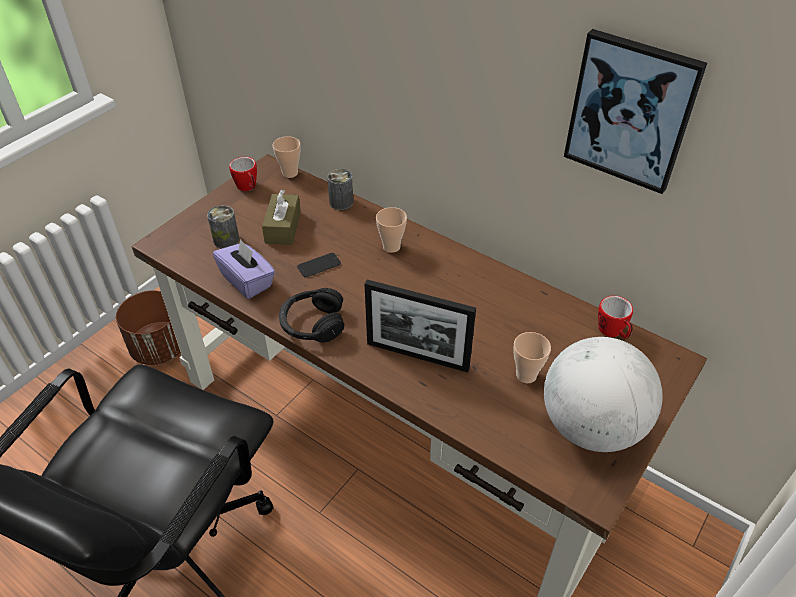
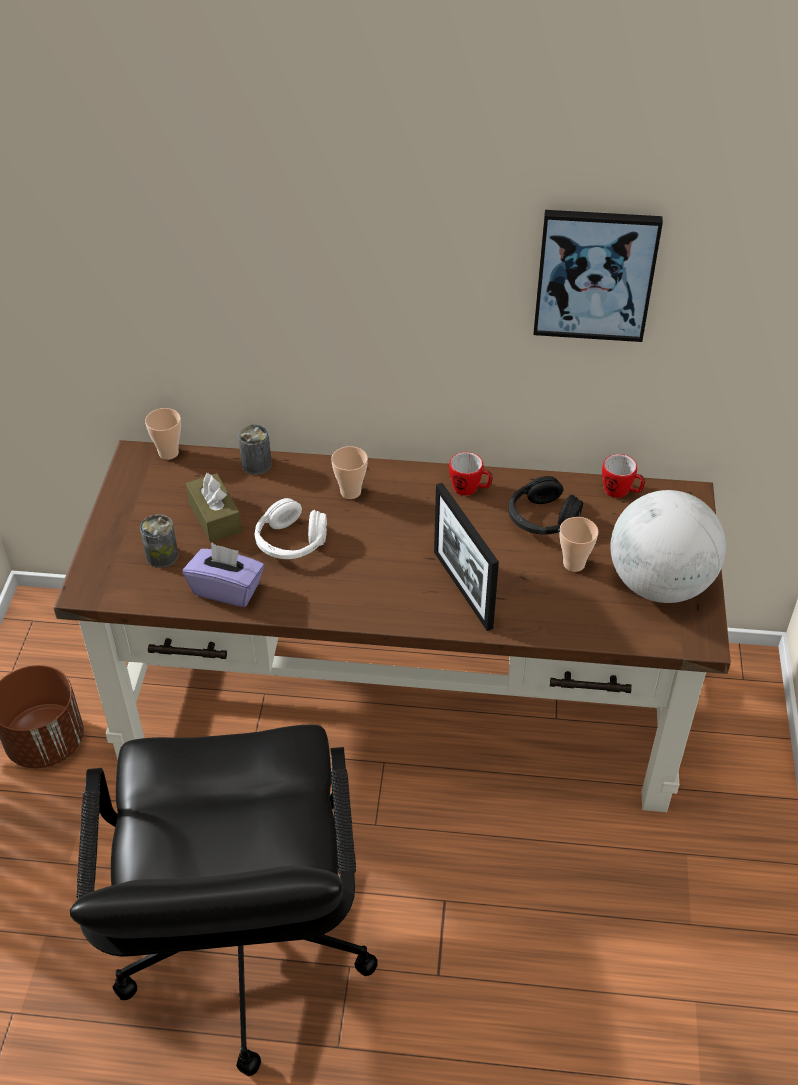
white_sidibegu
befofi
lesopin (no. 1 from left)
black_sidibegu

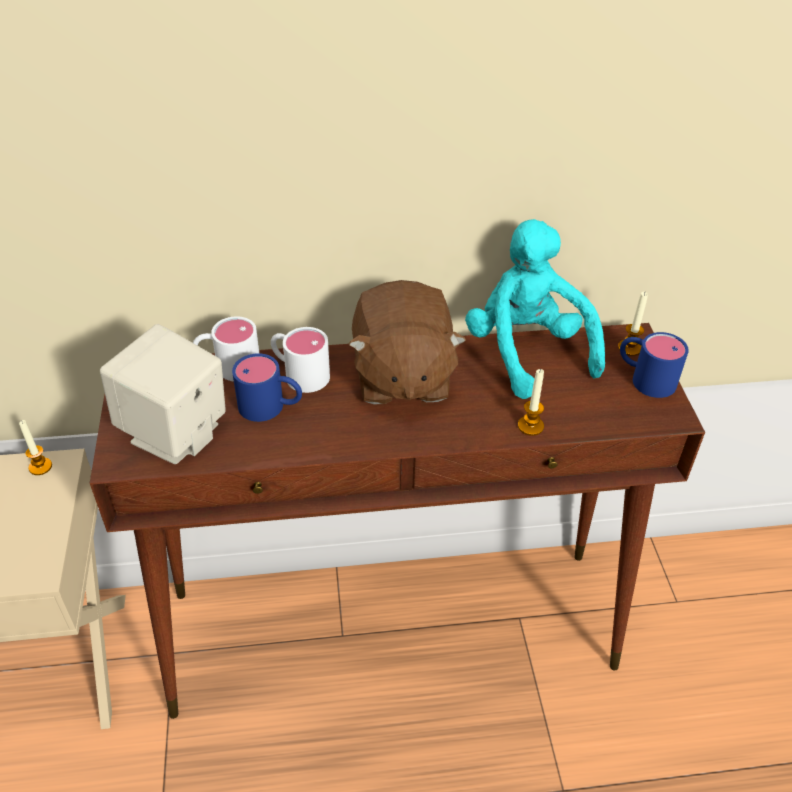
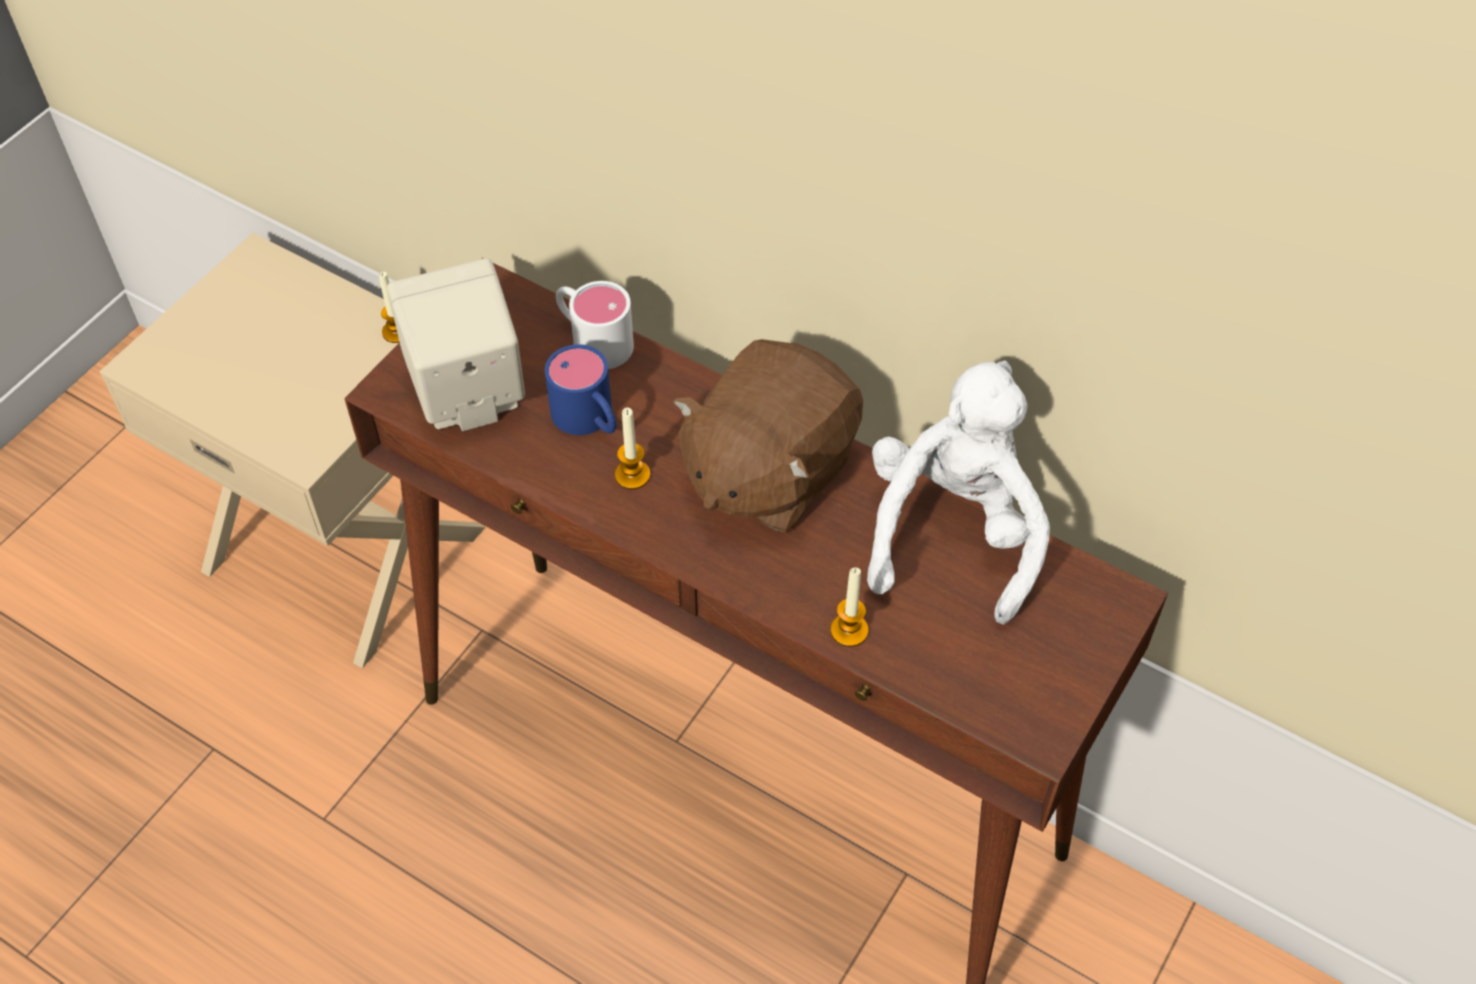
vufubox (no. 2 from left)
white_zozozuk
white_lesopin (no. 2 from left in the first image)
blue_lesopin (no. 2 from left in the first image)

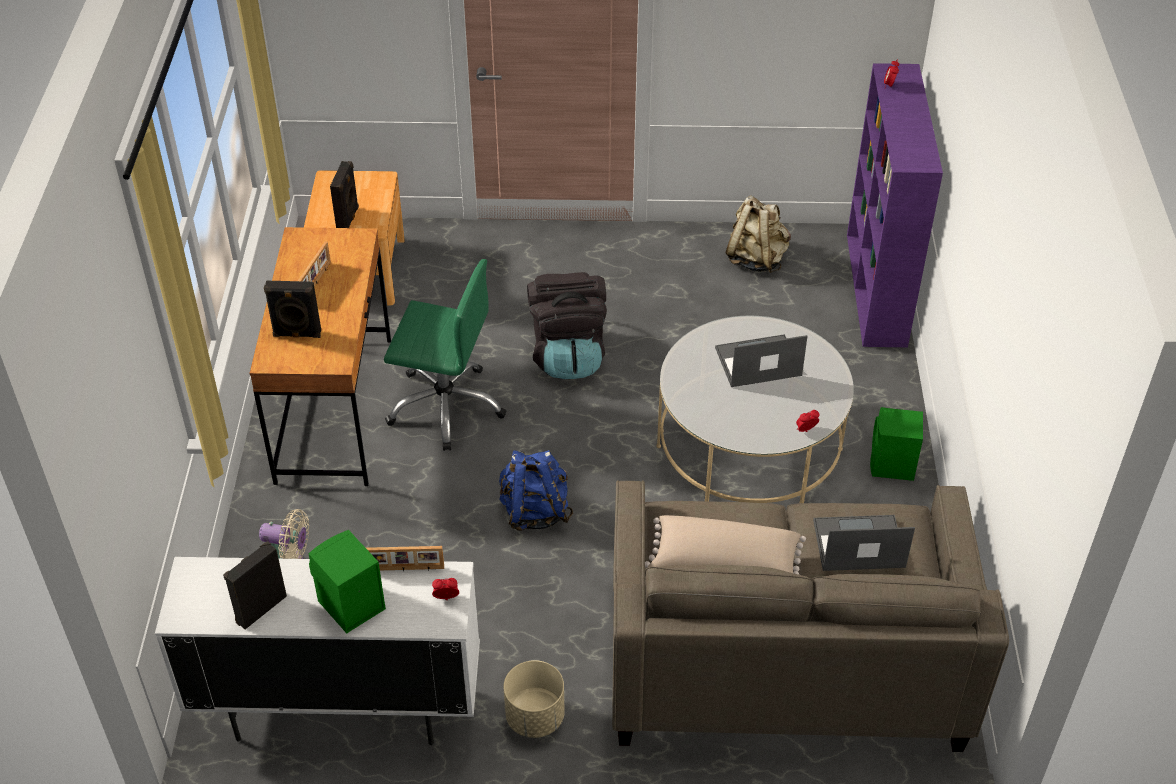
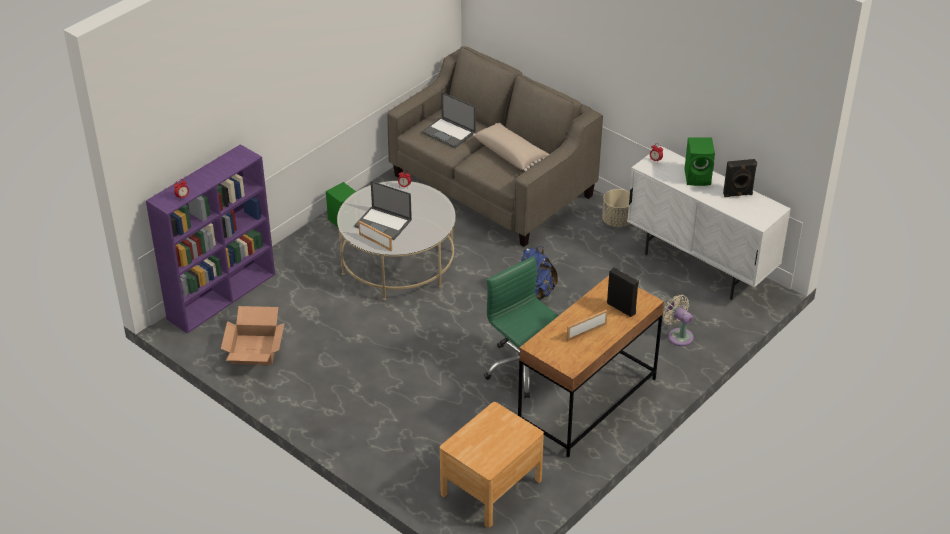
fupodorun
befofi (no. 1 from left)
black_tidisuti (no. 3 from left in the first image)
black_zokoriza

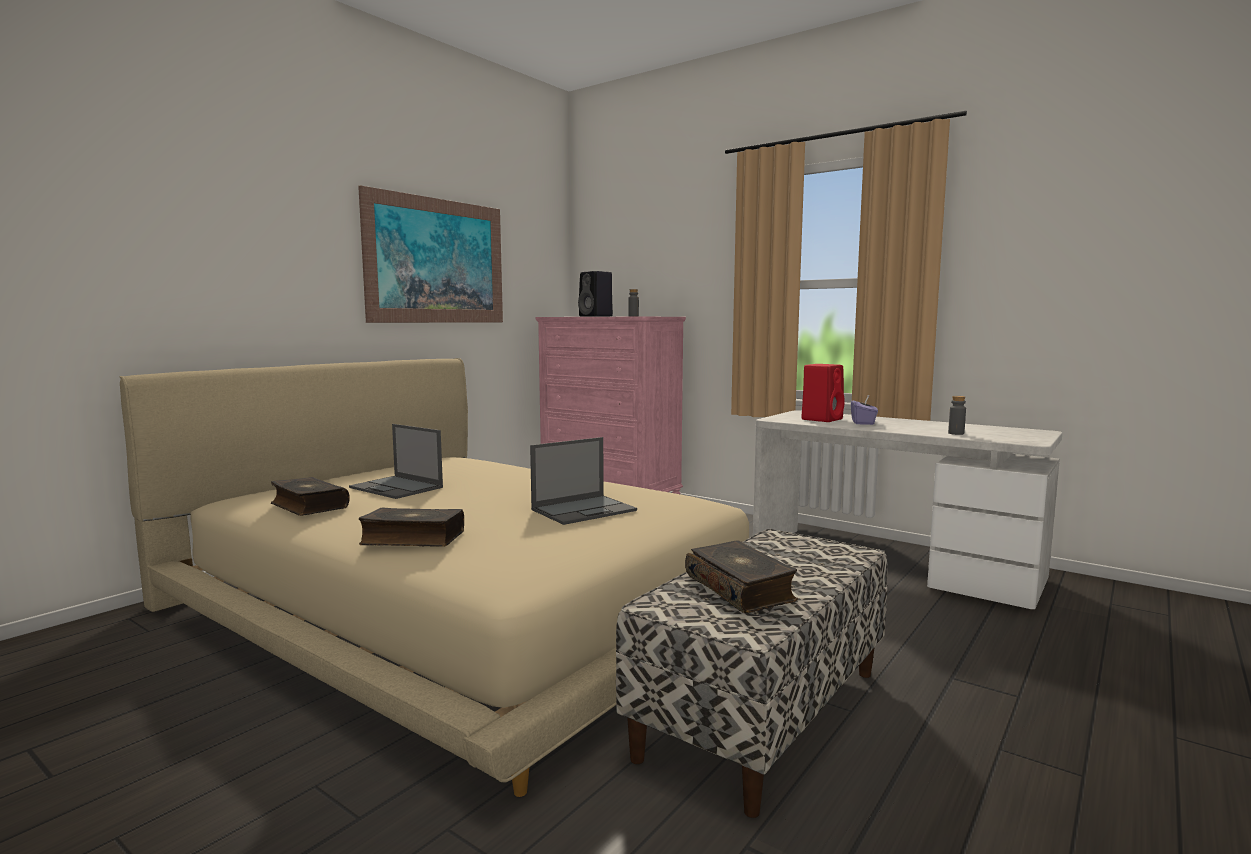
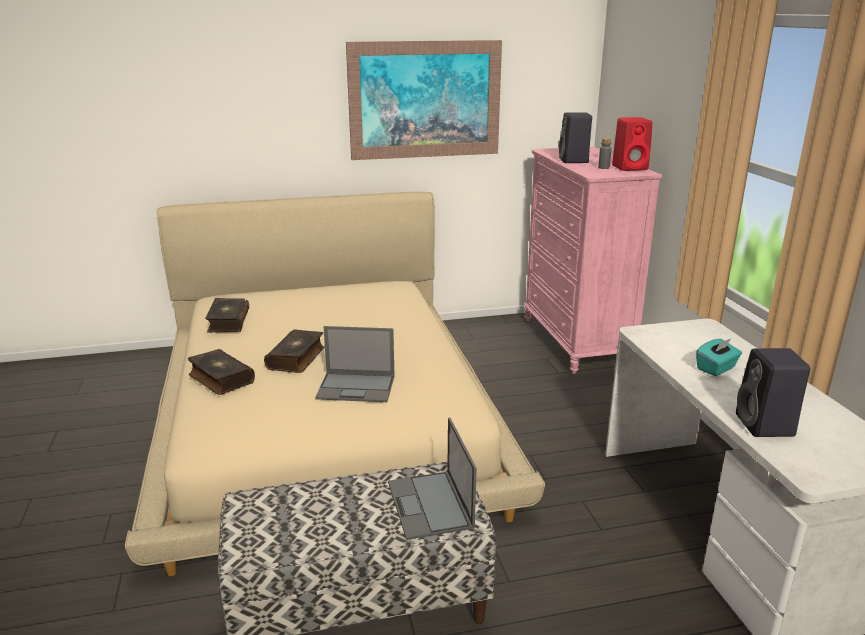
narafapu (no. 3 from left)
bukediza (no. 2 from left)
red_tidisuti
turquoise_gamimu
black_tidisuti (no. 2 from left)

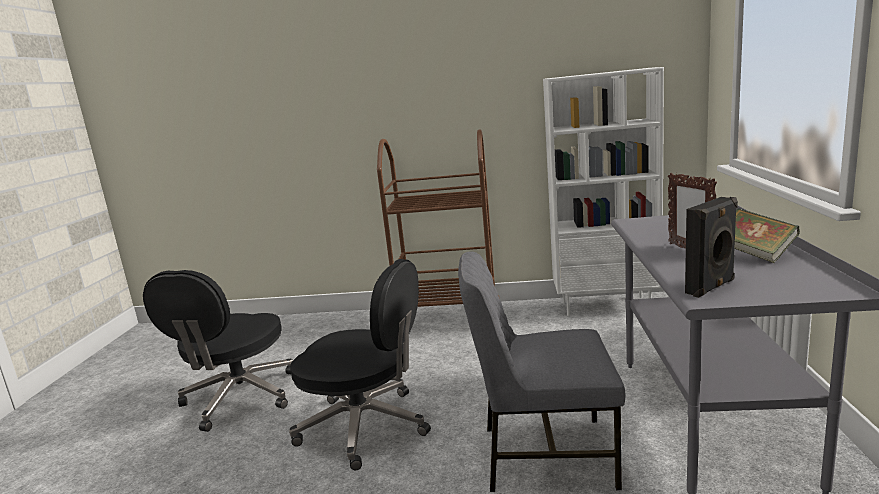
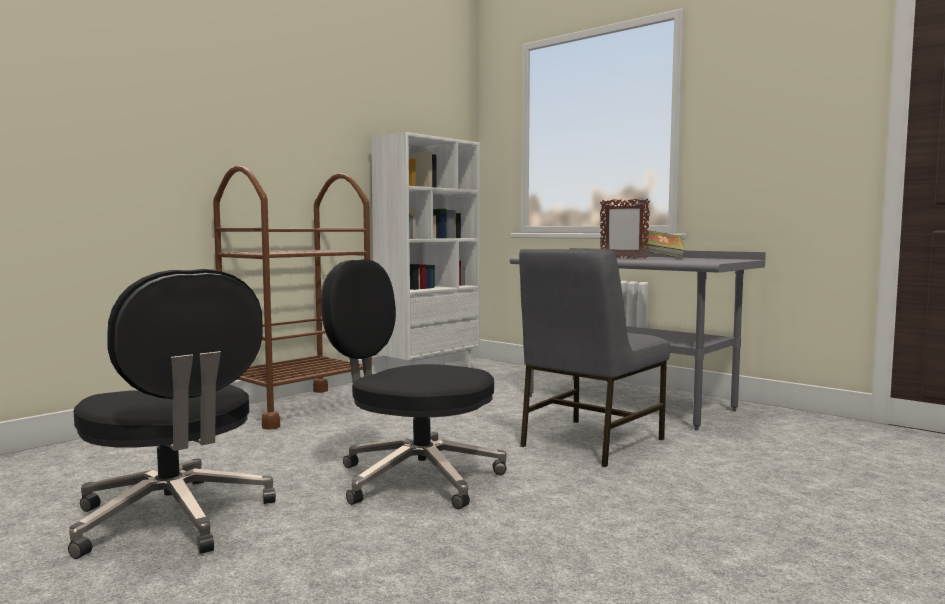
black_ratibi (no. 2 from left)
black_tidisuti

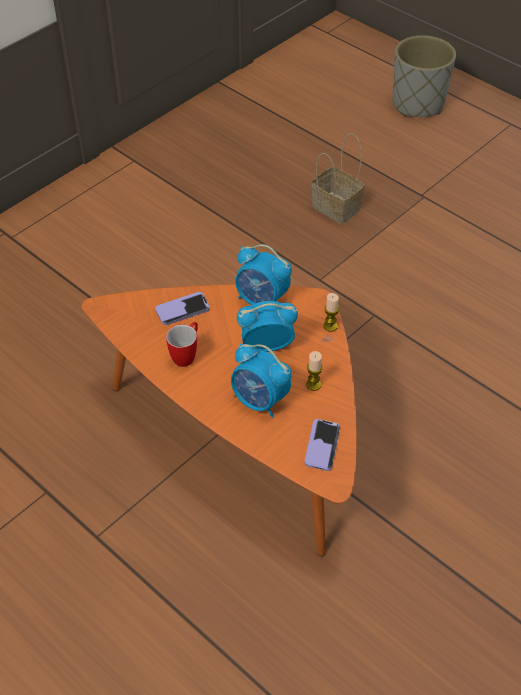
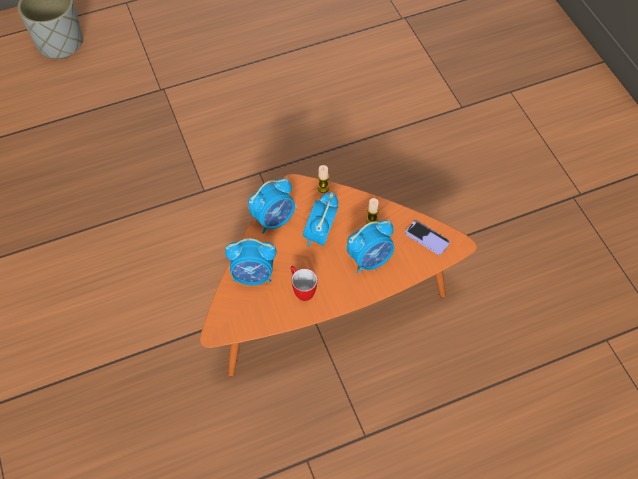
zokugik (no. 1 from left)
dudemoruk

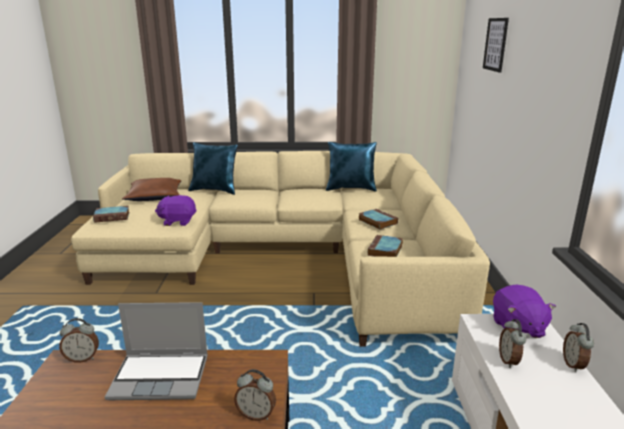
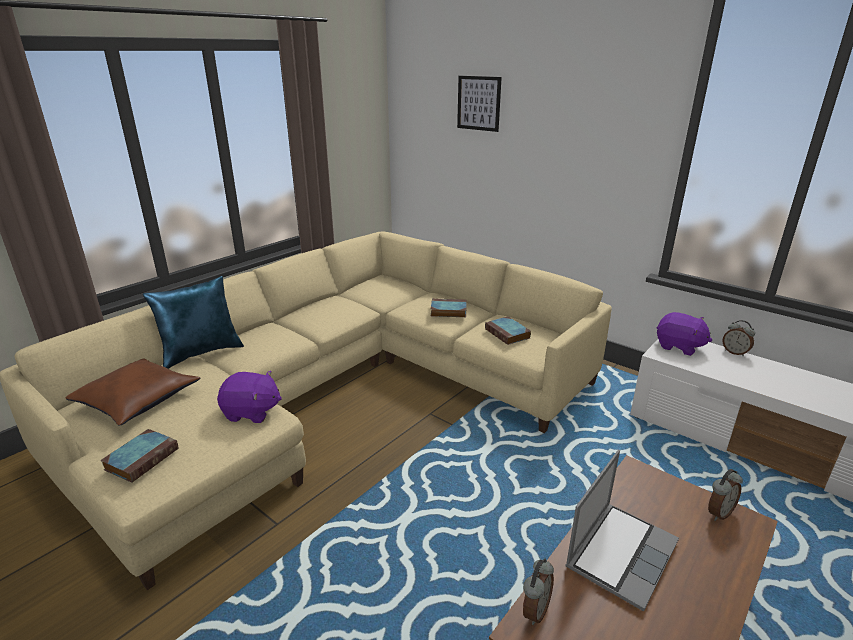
purple_zozozuk (no. 1 from left)
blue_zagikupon (no. 2 from left in the first image)
zokugik (no. 3 from left in the first image)

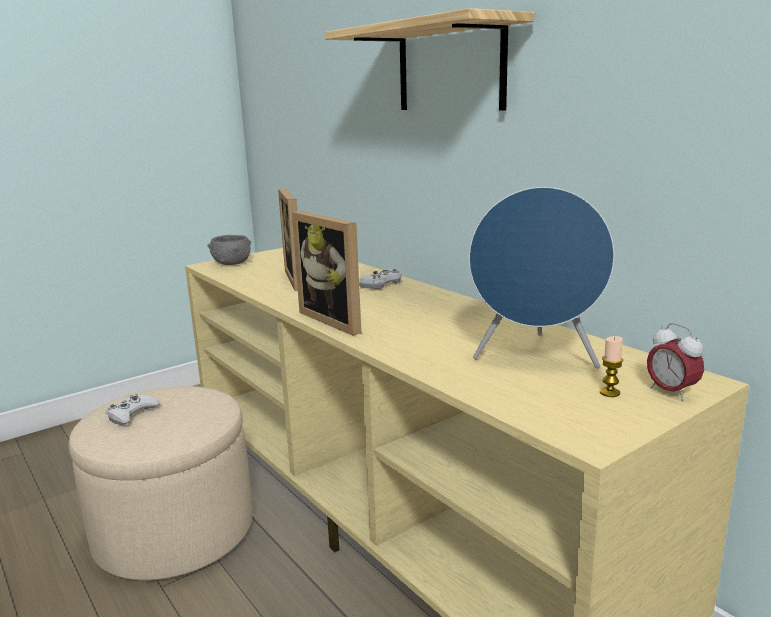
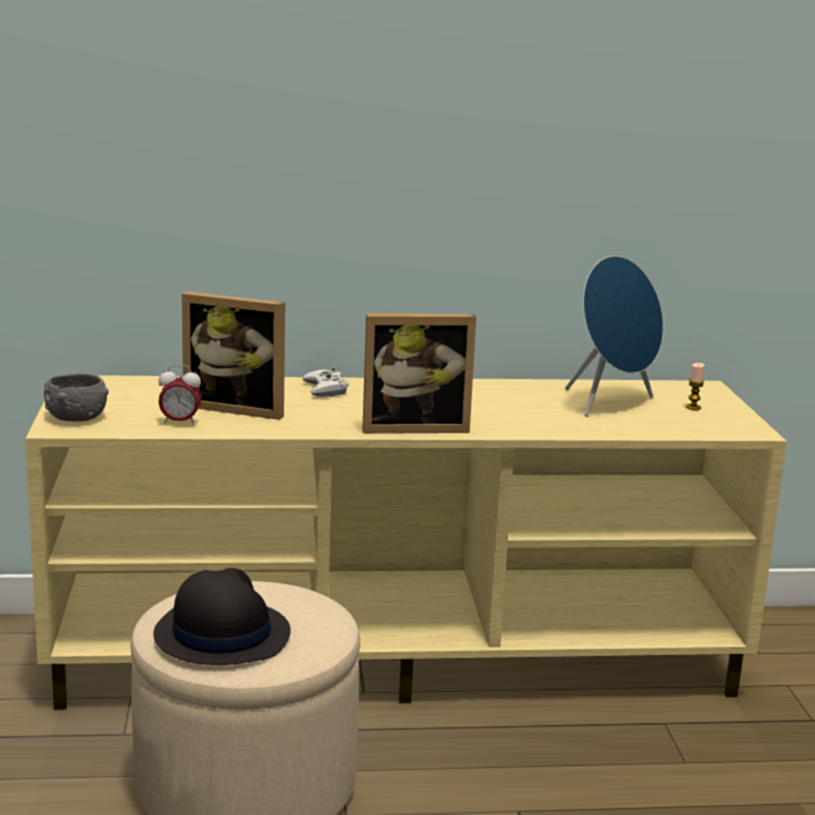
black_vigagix
zokugik
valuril

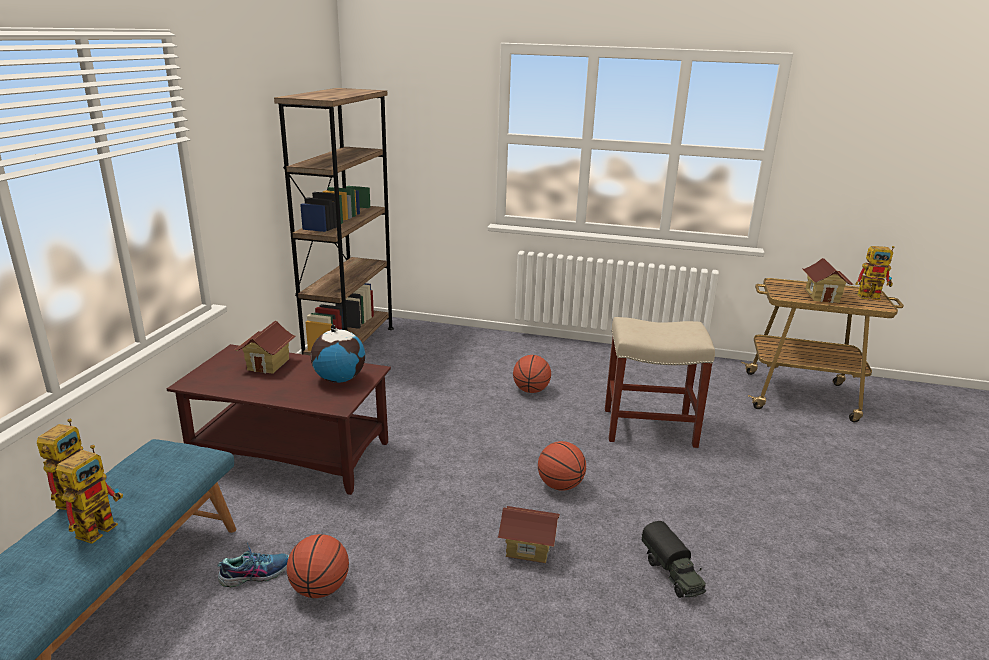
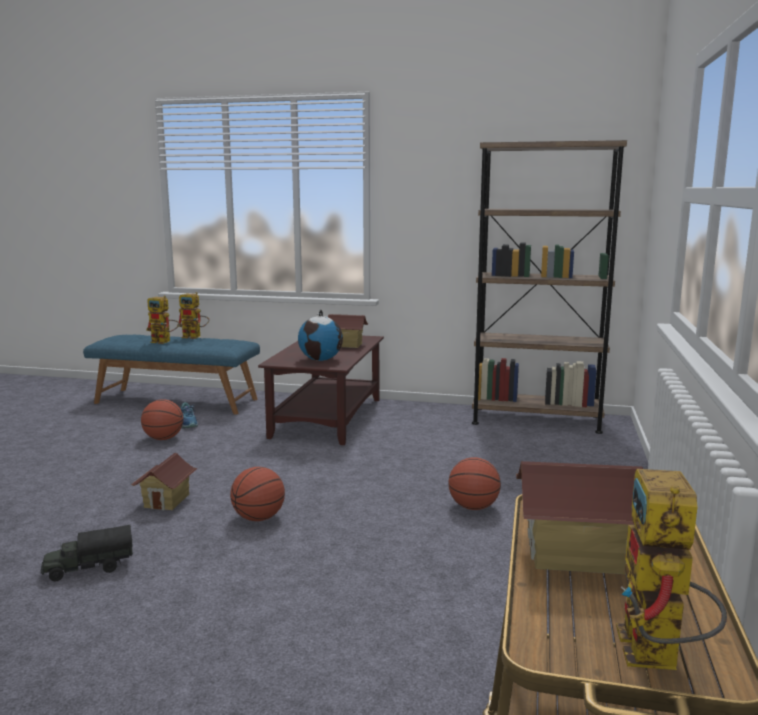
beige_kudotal

